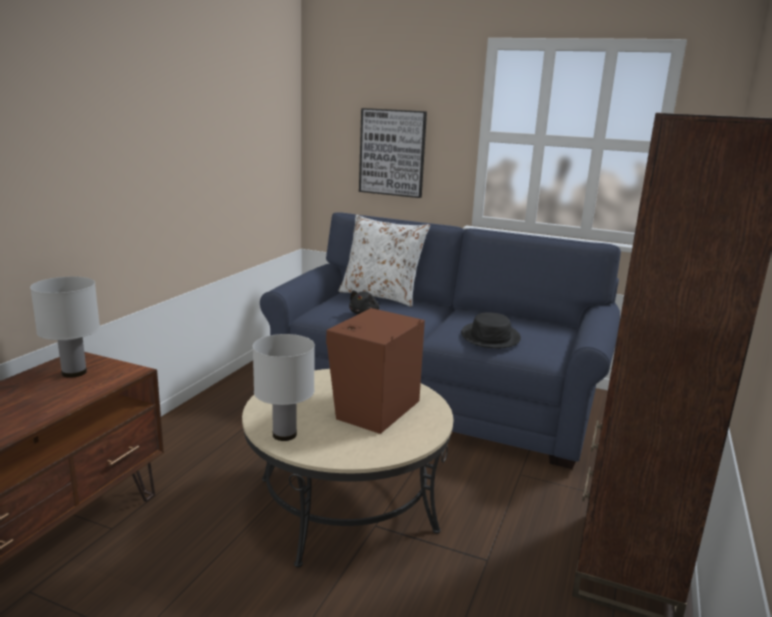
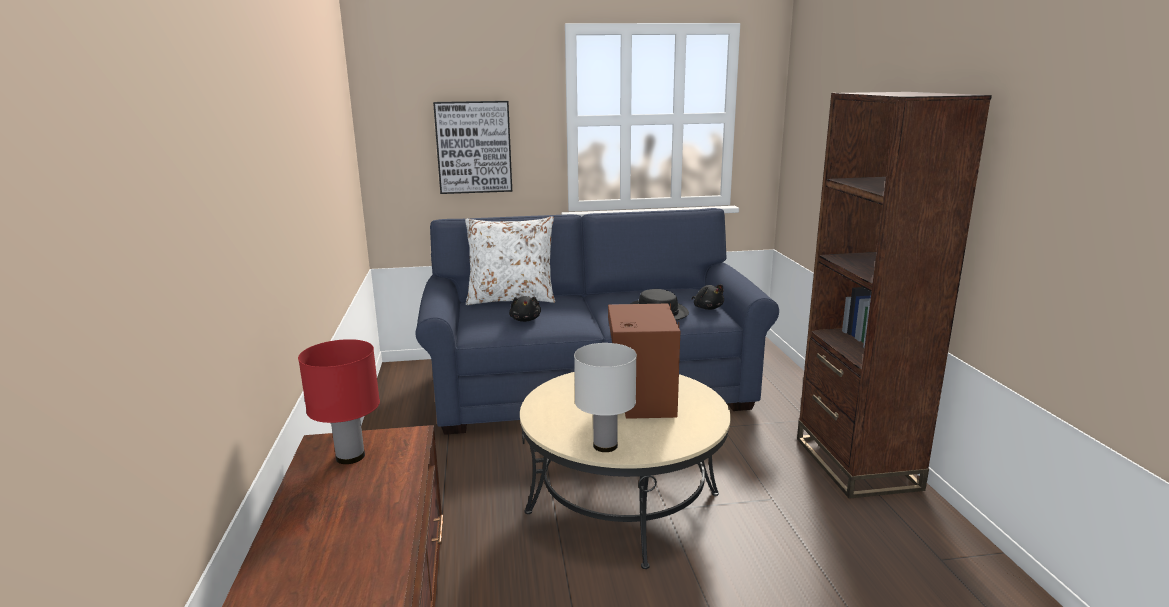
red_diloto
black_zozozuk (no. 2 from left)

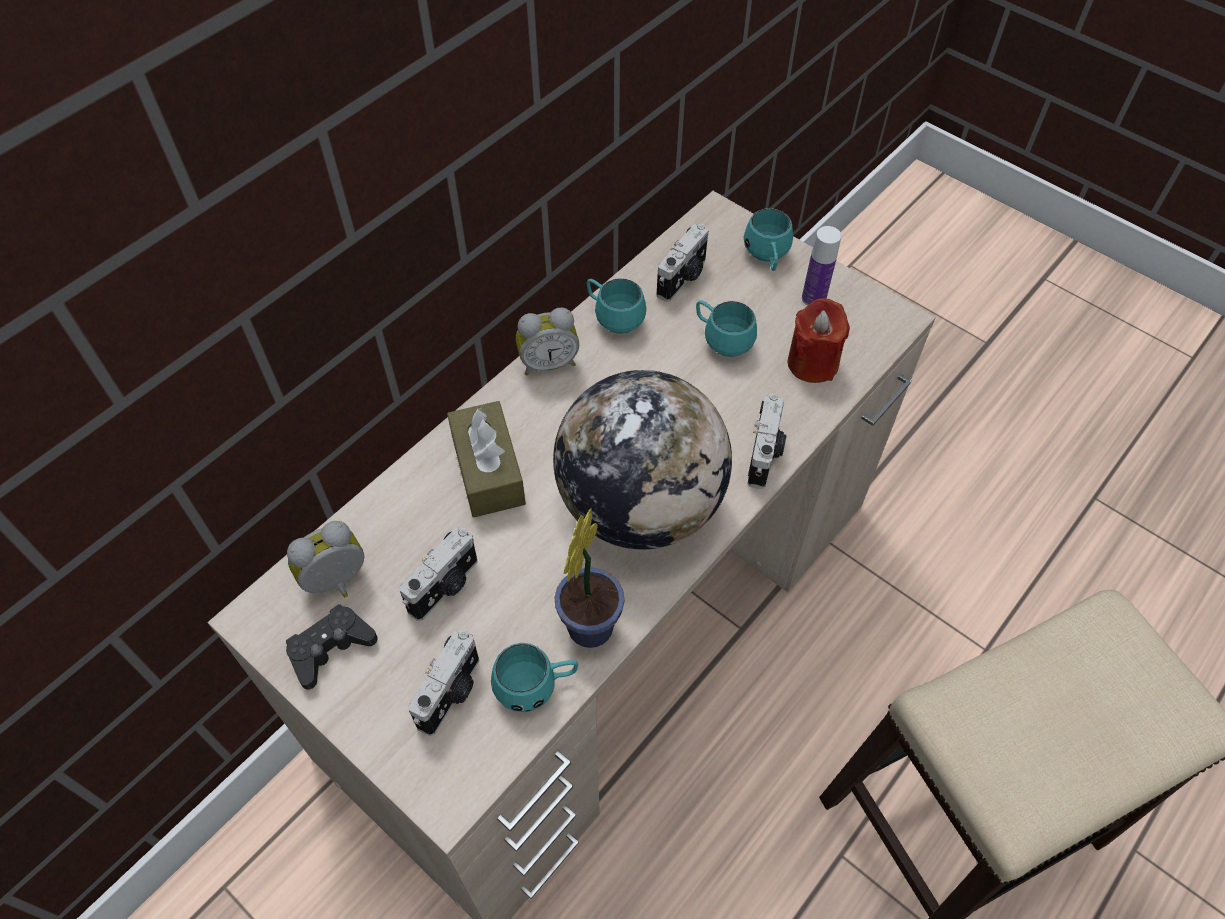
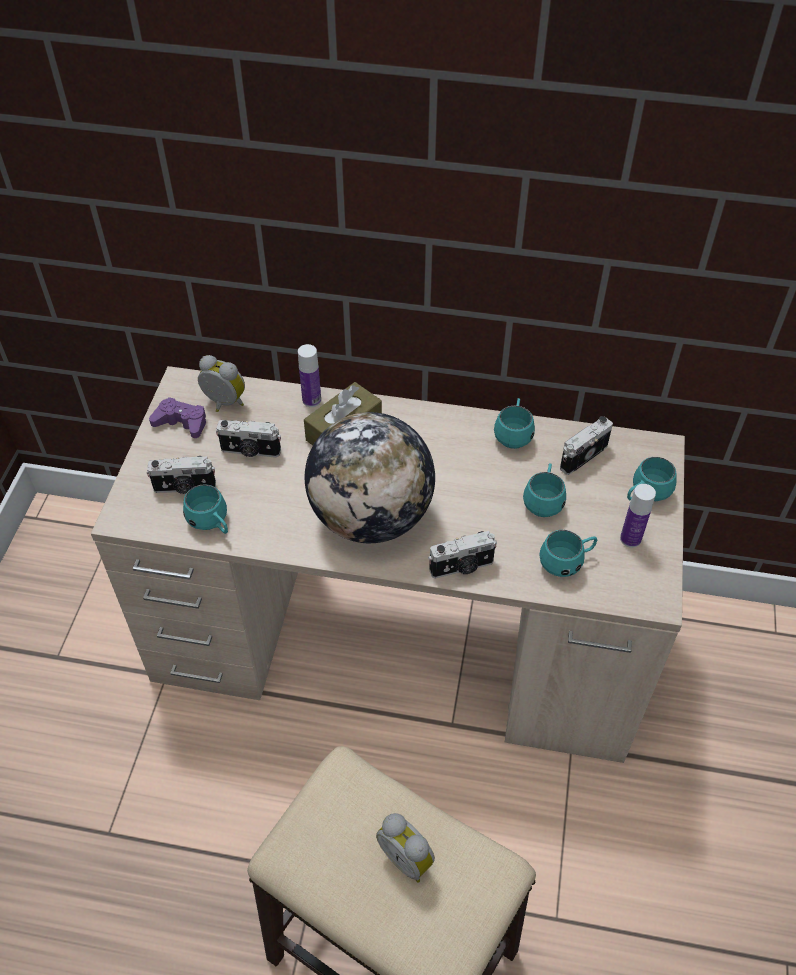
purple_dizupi
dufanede (no. 1 from left)
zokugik (no. 2 from left)
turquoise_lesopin (no. 4 from left)
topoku (no. 4 from left)
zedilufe

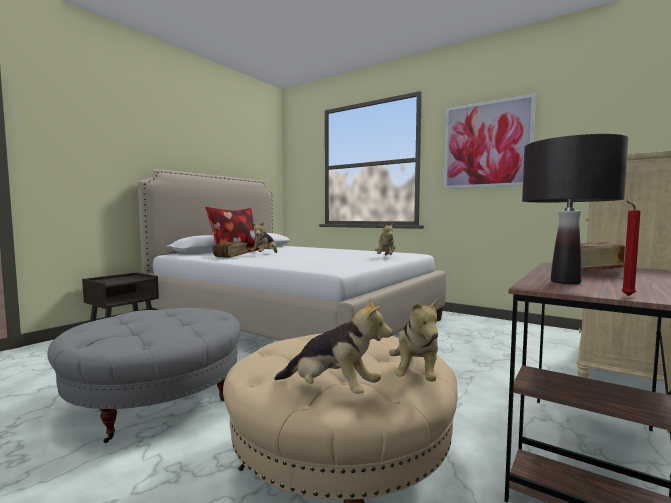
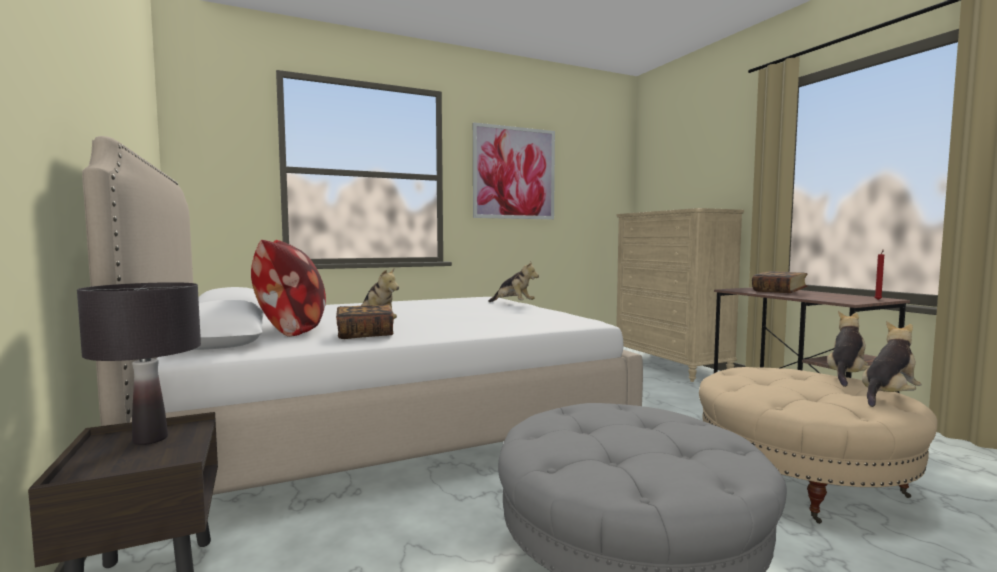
black_diloto
zozozuk (no. 3 from left)

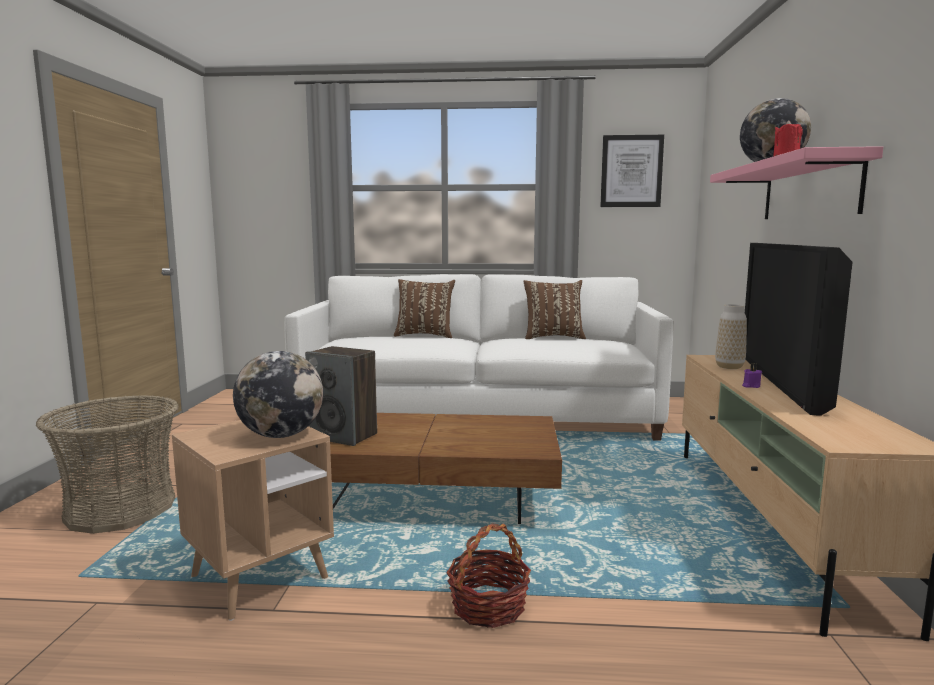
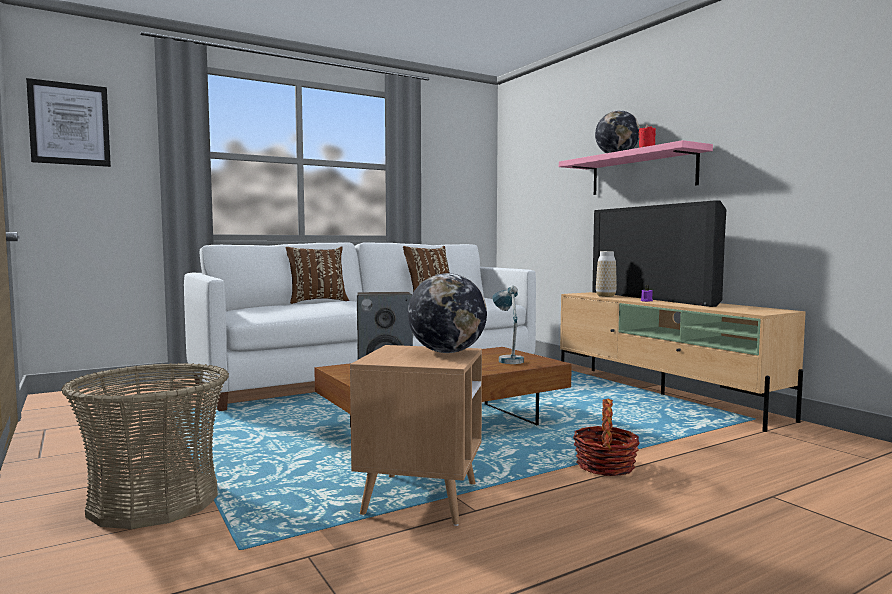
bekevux
diloto

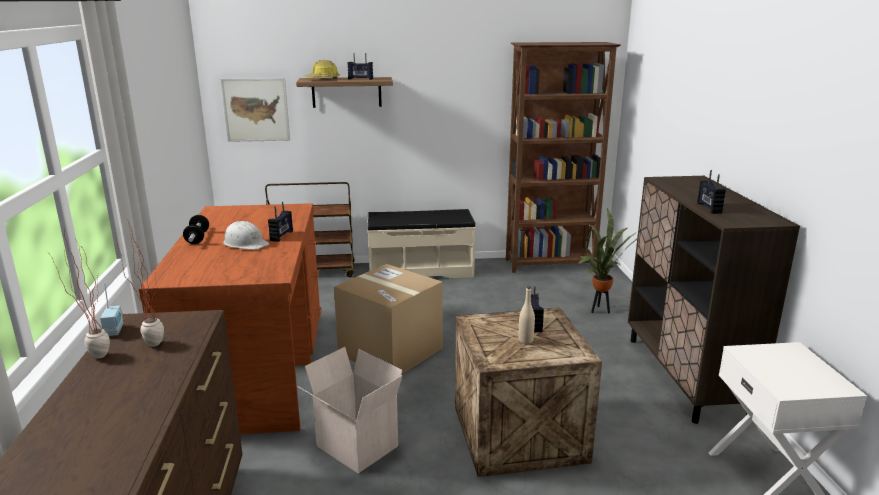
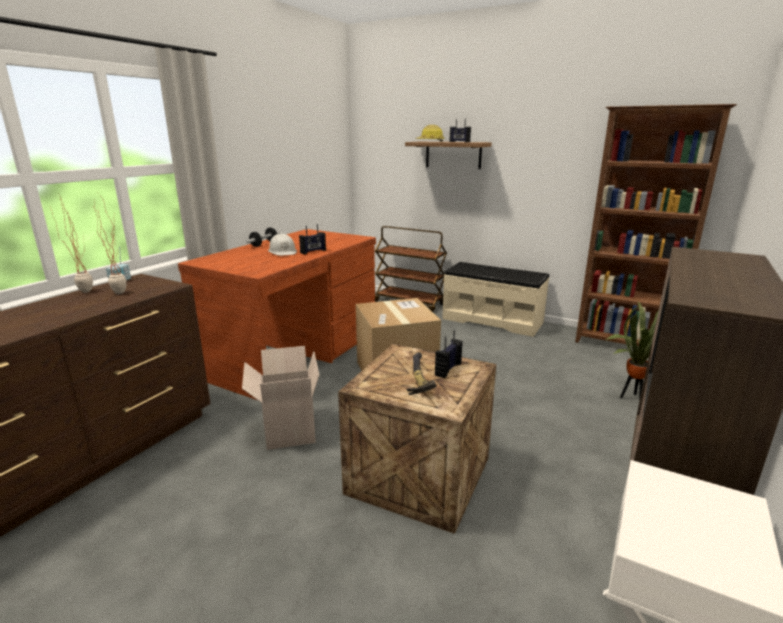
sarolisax
bekevux
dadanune (no. 5 from left in the first image)

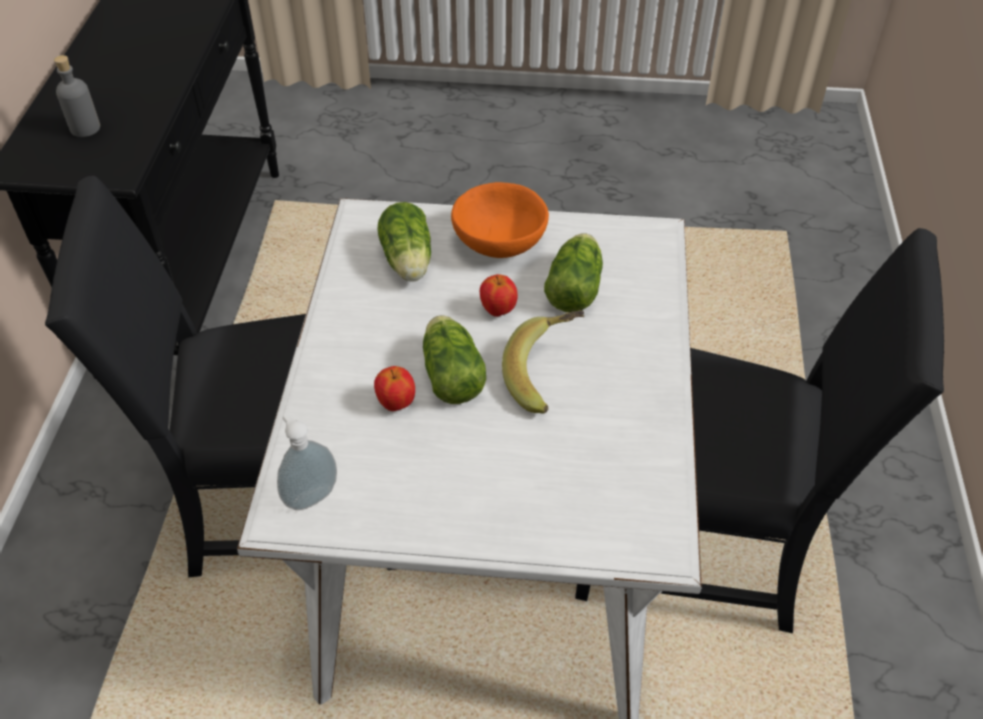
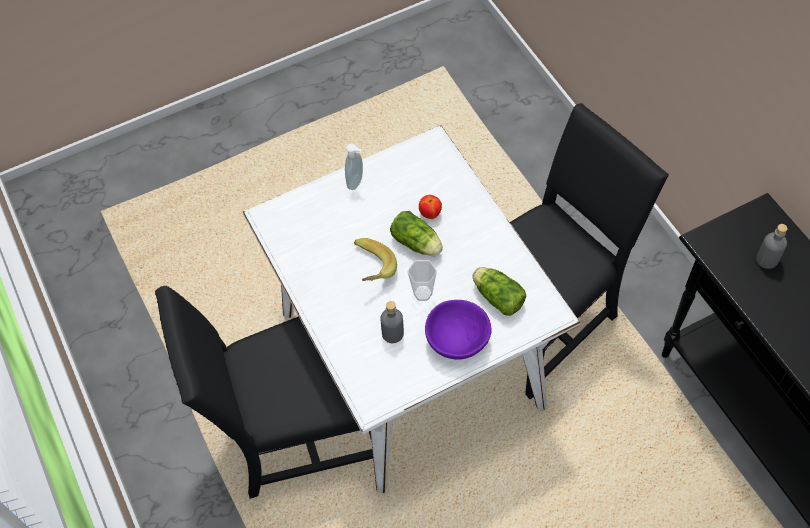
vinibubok
grey_dufanede (no. 1 from left)
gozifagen
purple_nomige

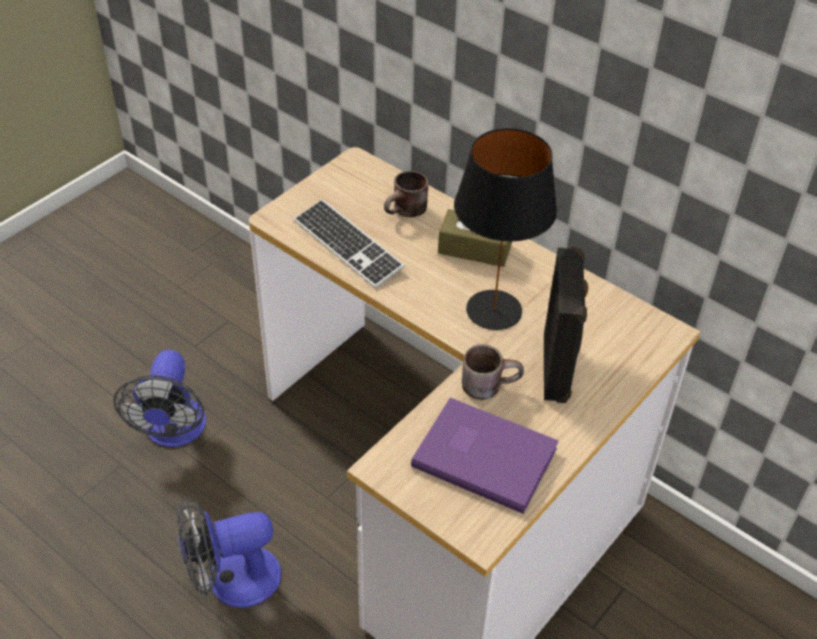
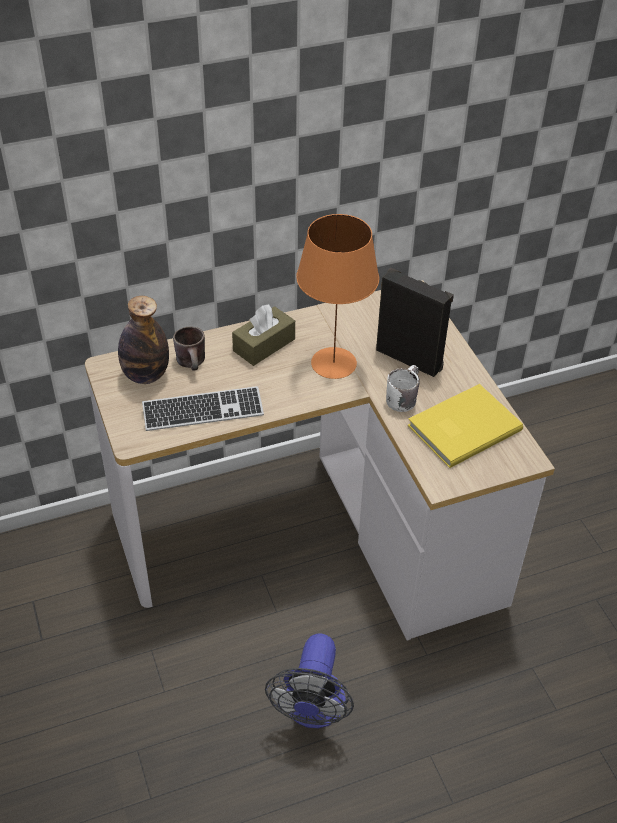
dufanede
orange_diloto
white_lesopin
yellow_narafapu
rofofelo (no. 1 from left in the first image)

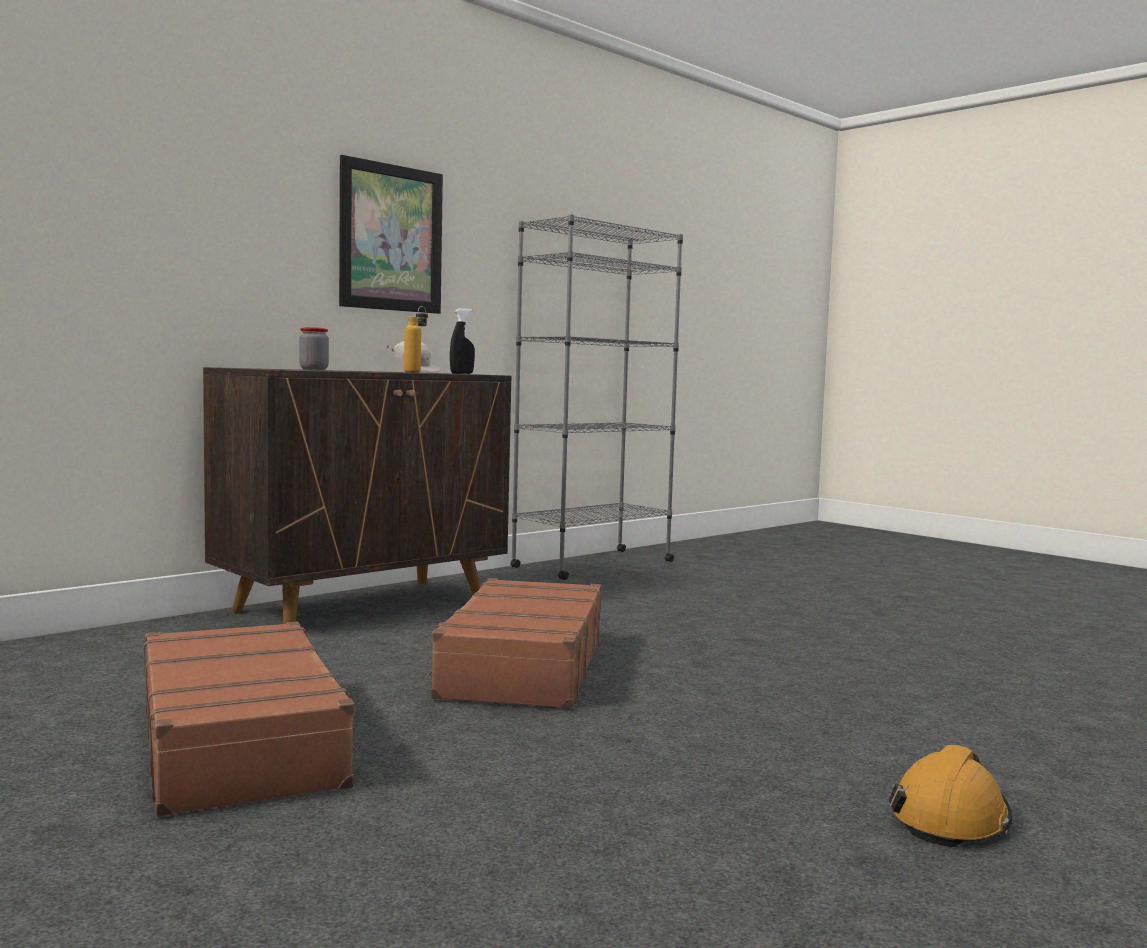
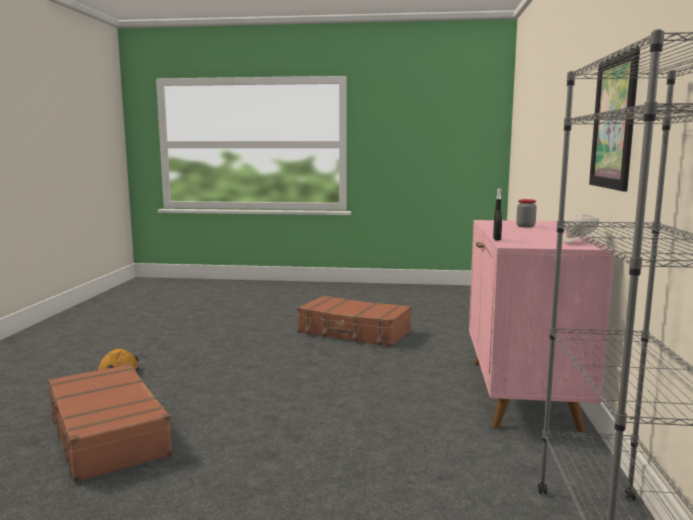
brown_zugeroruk (no. 1 from left)
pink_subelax
dufanede

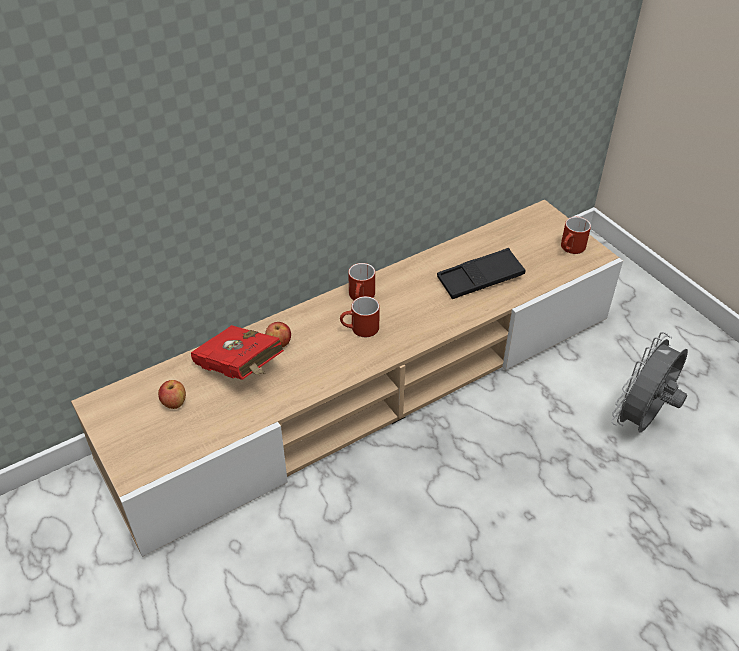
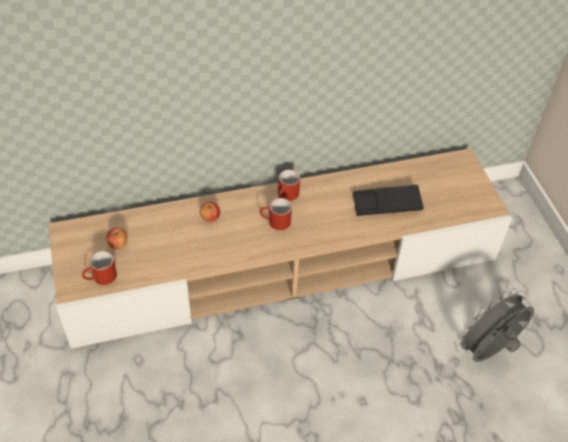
red_lesopin (no. 1 from left)
red_narafapu

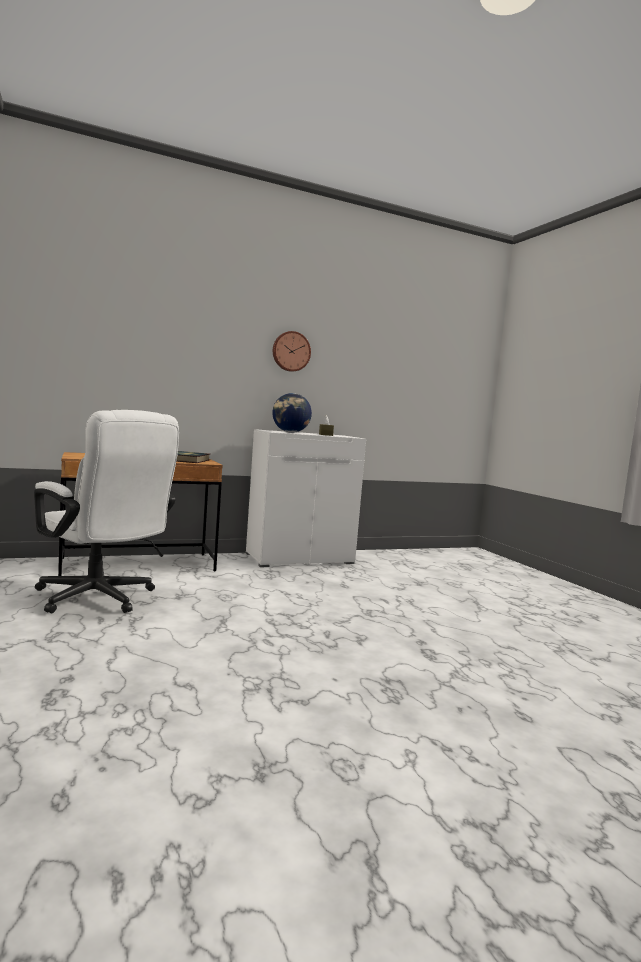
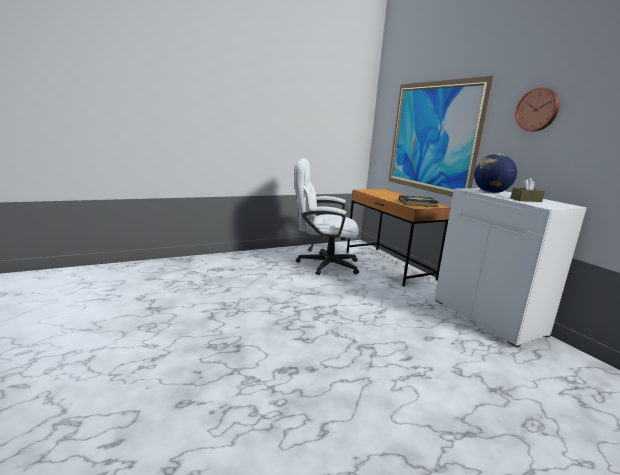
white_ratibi
bekevux

